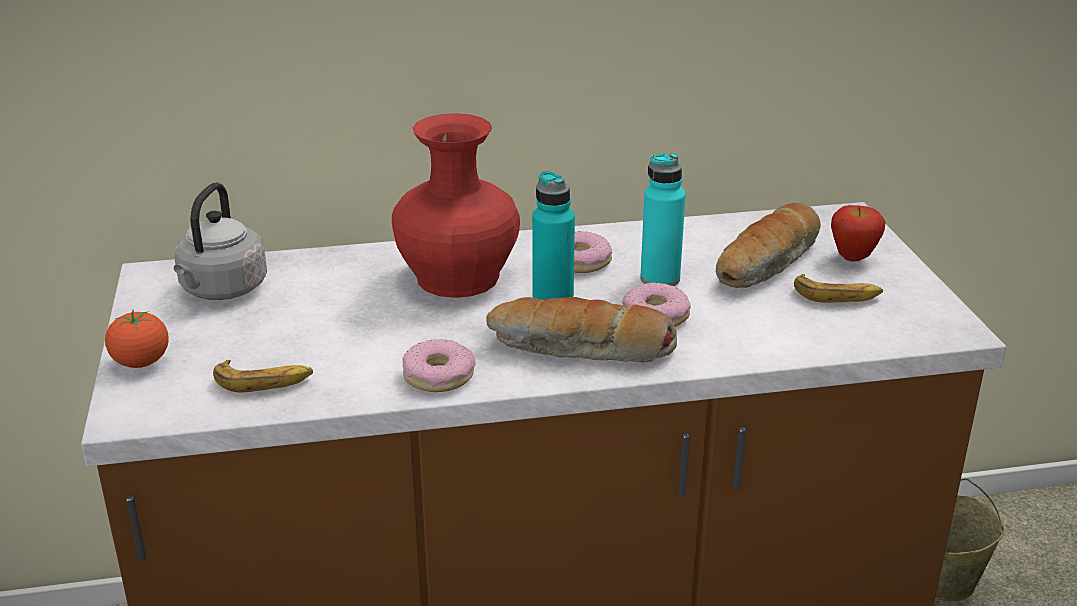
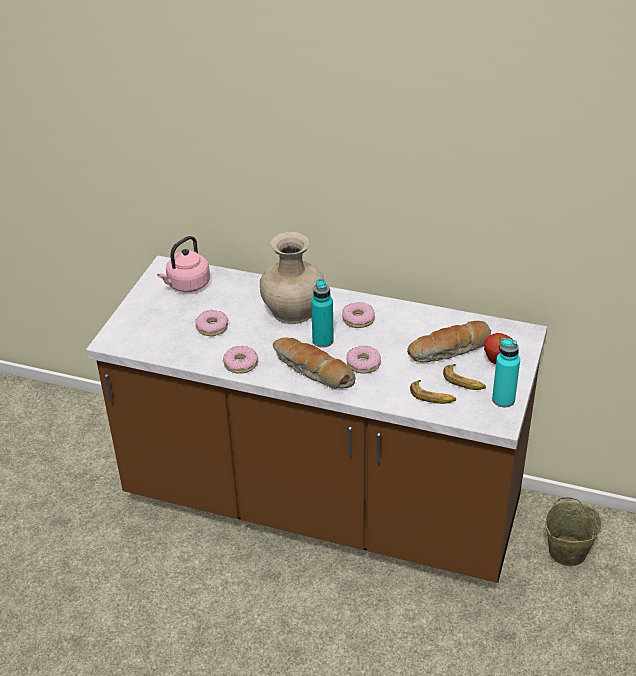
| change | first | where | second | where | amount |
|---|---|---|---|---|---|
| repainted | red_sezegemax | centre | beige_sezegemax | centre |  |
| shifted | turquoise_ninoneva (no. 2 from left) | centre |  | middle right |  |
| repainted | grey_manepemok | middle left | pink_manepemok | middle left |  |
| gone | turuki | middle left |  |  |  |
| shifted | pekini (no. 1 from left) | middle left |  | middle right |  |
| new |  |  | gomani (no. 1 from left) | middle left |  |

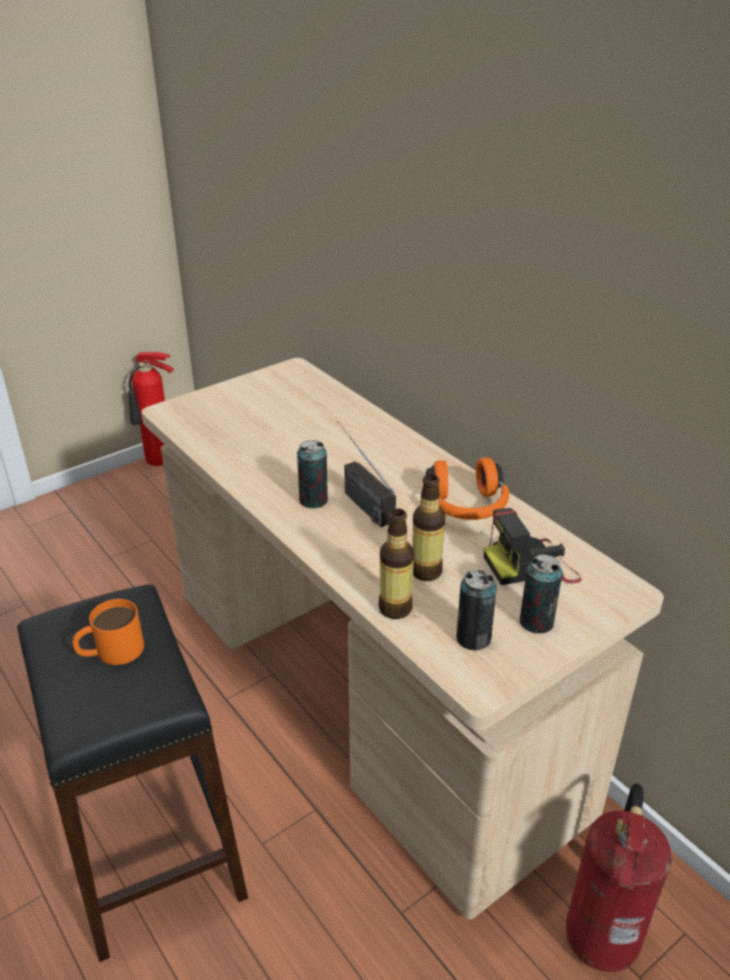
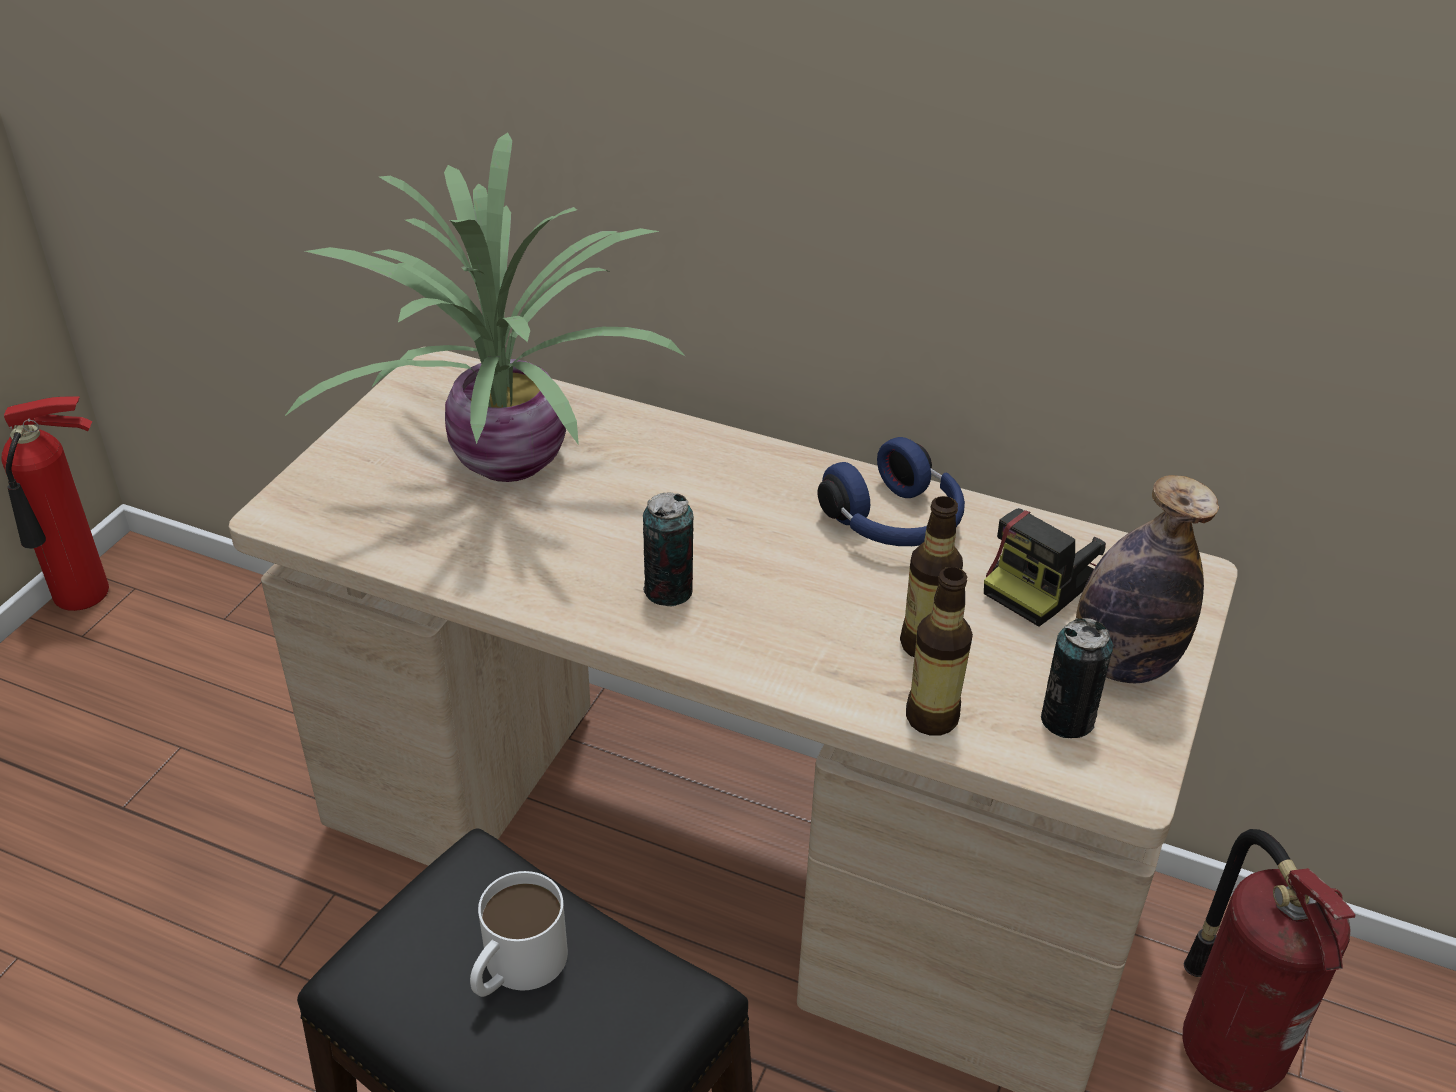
| change | first | where | second | where | amount |
|---|---|---|---|---|---|
| gone | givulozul | centre |  |  |  |
| repainted | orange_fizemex | centre | blue_fizemex | centre |  |
| swapped | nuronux (no. 3 from left) | middle right | ninoneva (no. 3 from left) | middle right |  |
| repainted | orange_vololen | middle left | white_vololen | bottom centre |  |
| new |  |  | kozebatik | top left |  |

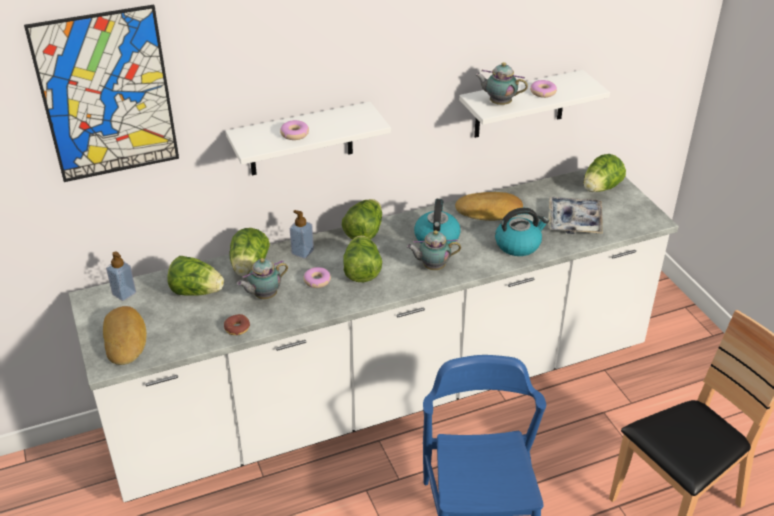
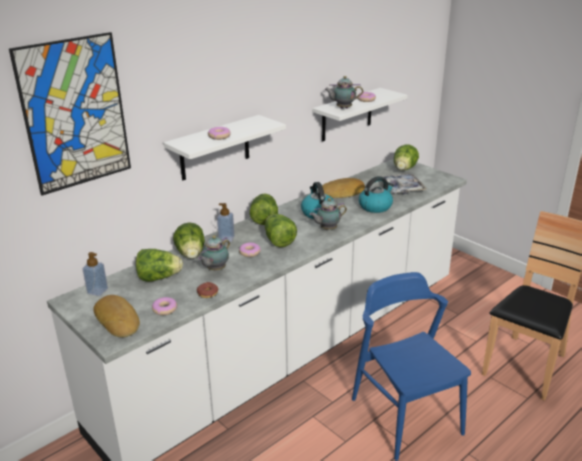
| change | first | where | second | where | amount |
|---|---|---|---|---|---|
| new |  |  | gomani (no. 1 from left) | middle left |  |

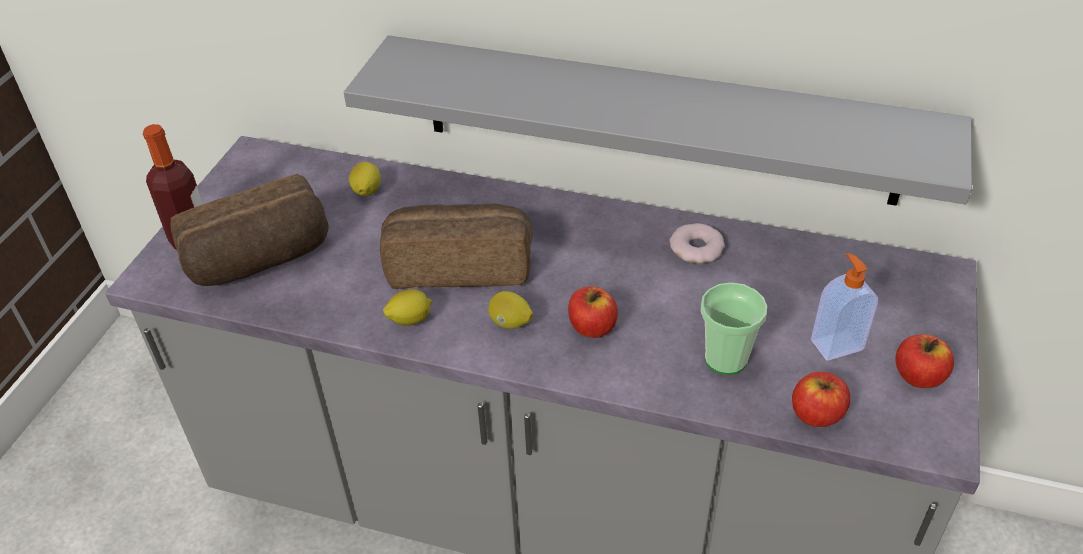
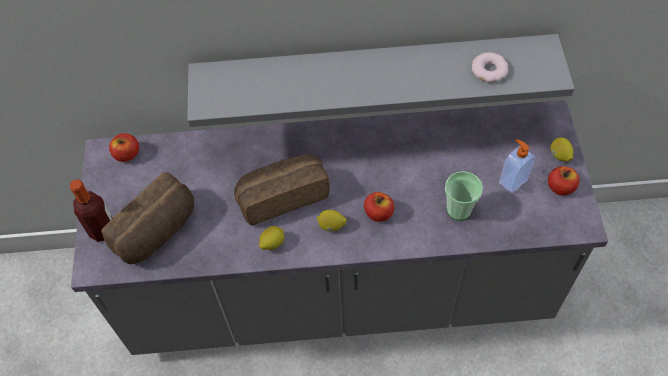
| change | first | where | second | where | amount |
|---|---|---|---|---|---|
| shifted | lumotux (no. 1 from left in the first image) | top centre | lumotux (no. 3 from left) | middle right |  |
| shifted | gomani | centre |  | top right |  |
| shifted | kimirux (no. 2 from left in the first image) | bottom right | kimirux (no. 1 from left) | middle left |  |

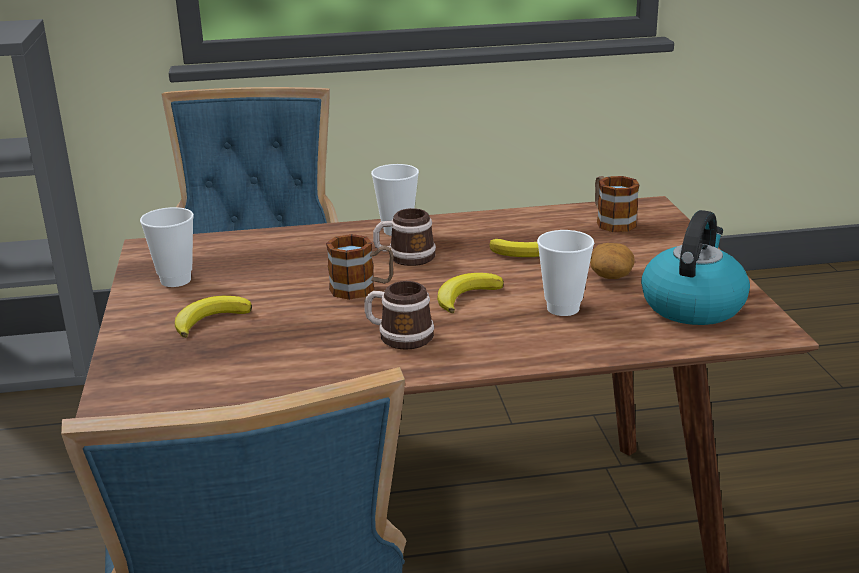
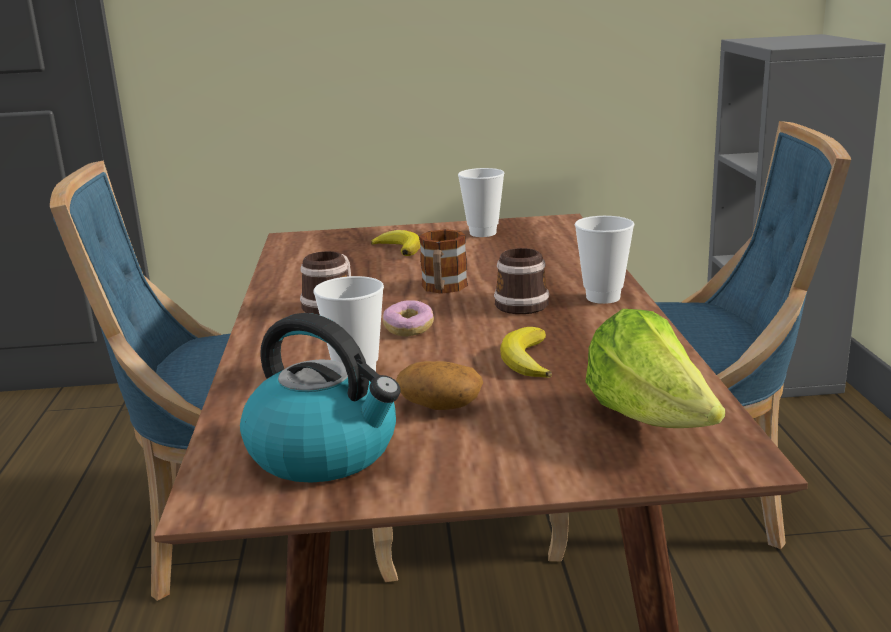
| change | first | where | second | where | amount |
|---|---|---|---|---|---|
| swapped | vololen (no. 4 from left) | middle right | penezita | middle right |  |
| swapped | pekini (no. 2 from left) | centre | gomani | centre |  |

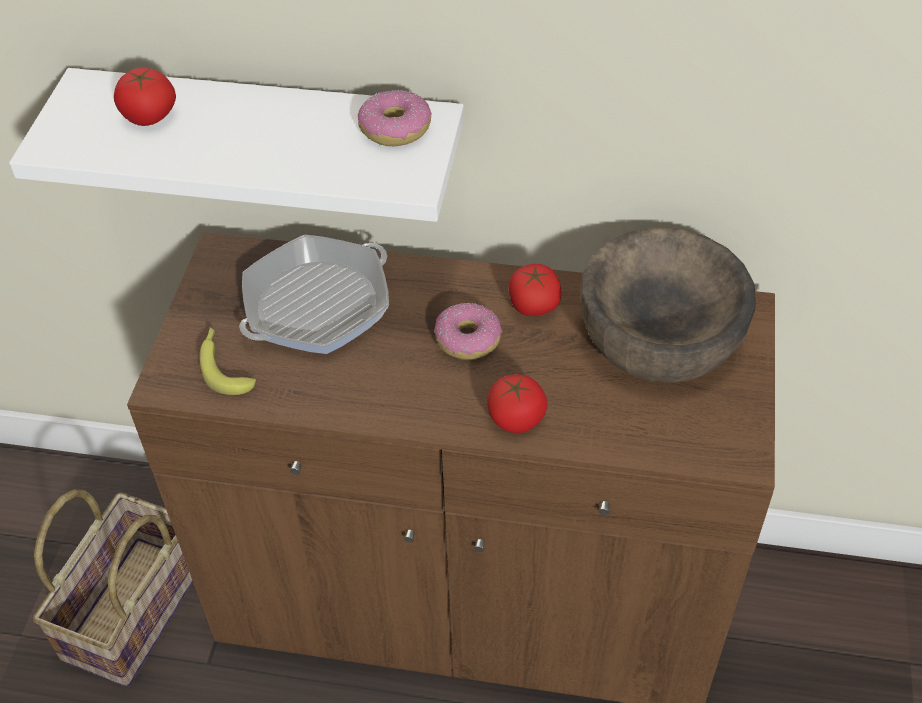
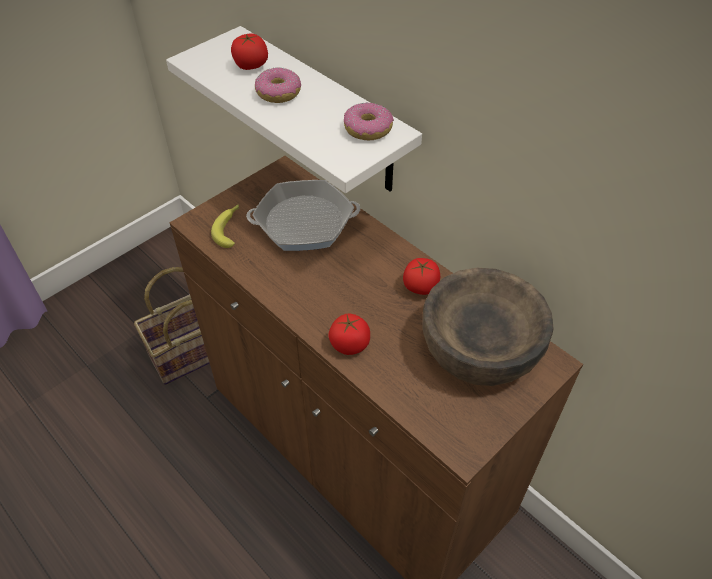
| change | first | where | second | where | amount |
|---|---|---|---|---|---|
| shifted | gomani (no. 2 from left in the first image) | centre | gomani (no. 1 from left) | top centre |  |

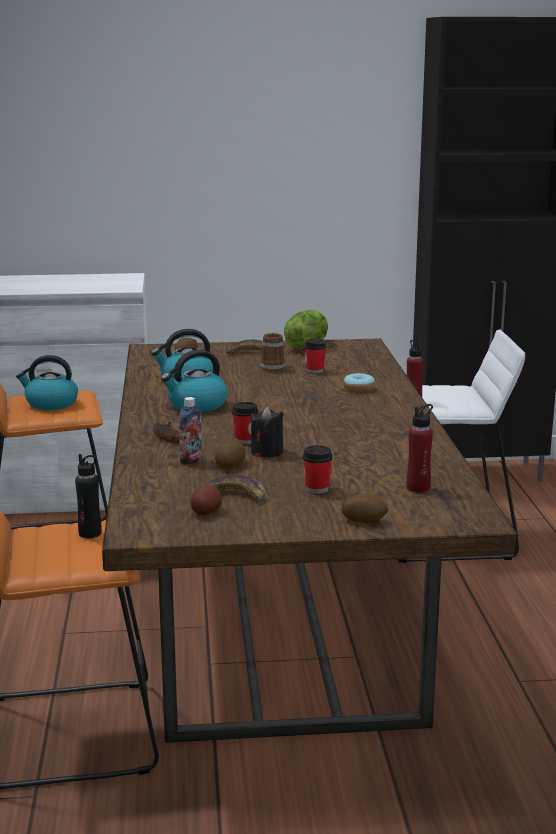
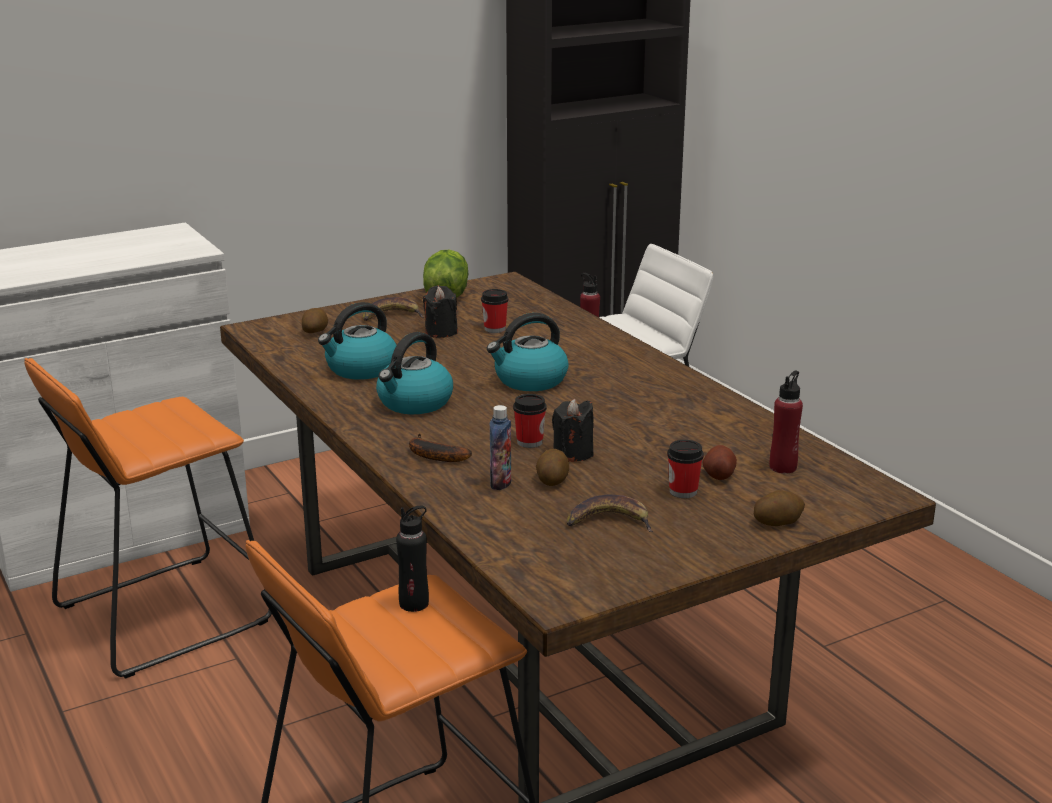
| change | first | where | second | where | amount |
|---|---|---|---|---|---|
| swapped | vololen | centre | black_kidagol (no. 1 from left) | centre |  |
| shifted | manepemok (no. 1 from left in the first image) | middle left | manepemok (no. 3 from left) | centre |  |
| gone | gomani | centre |  |  |  |
| shifted | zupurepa (no. 2 from left in the first image) | centre | zupurepa (no. 3 from left) | middle right |  |

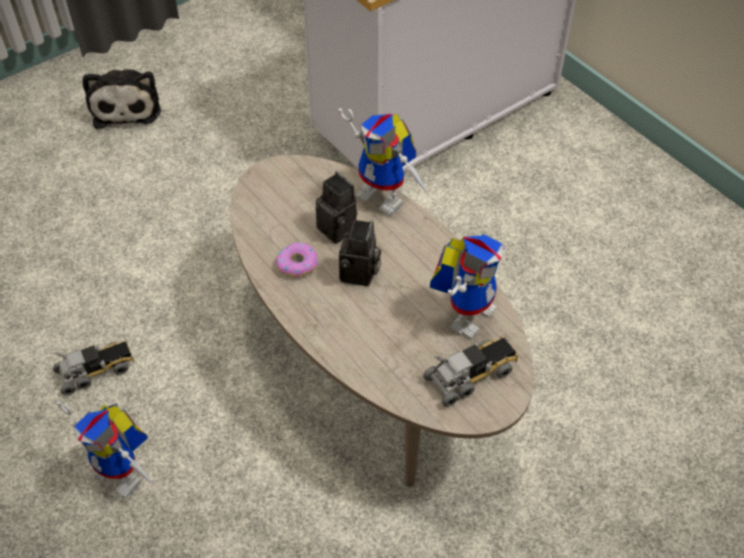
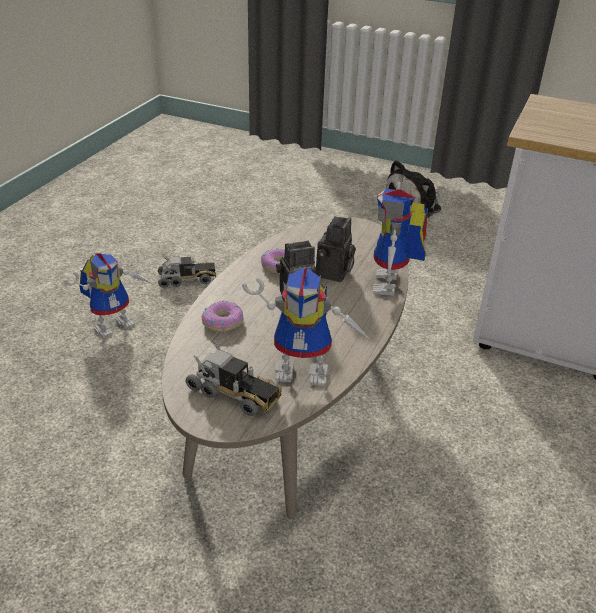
| change | first | where | second | where | amount |
|---|---|---|---|---|---|
| rotated | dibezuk (no. 1 from left) | middle left |  | middle left | 45 degrees counterclockwise |
| rotated | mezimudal (no. 1 from left) | bottom left |  | middle left | 135 degrees counterclockwise |
| new |  |  | gomani (no. 1 from left) | centre |  |

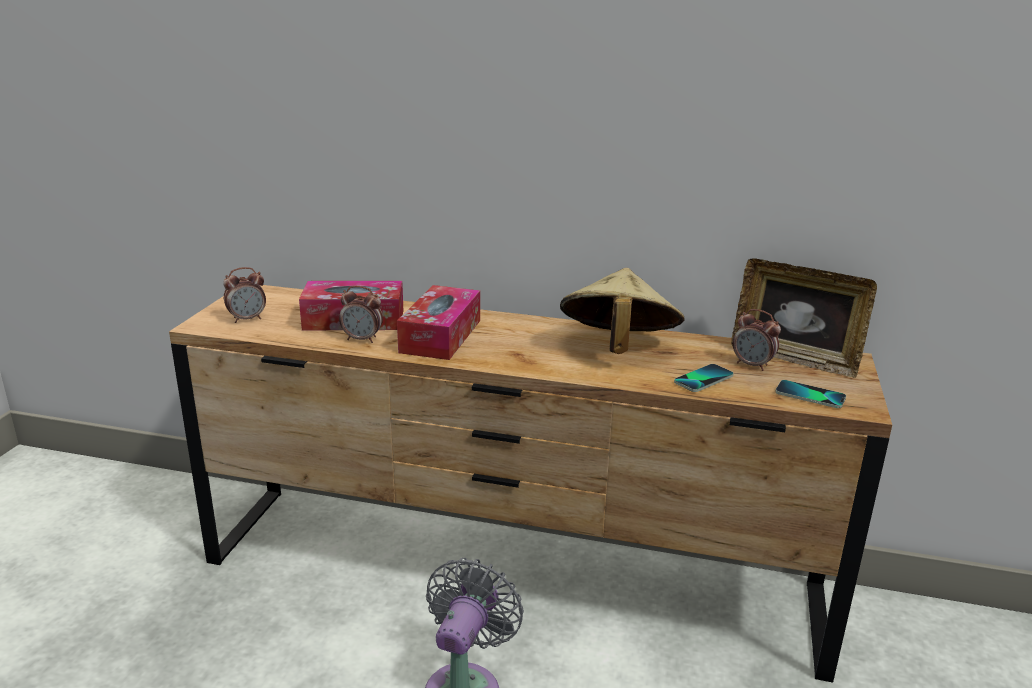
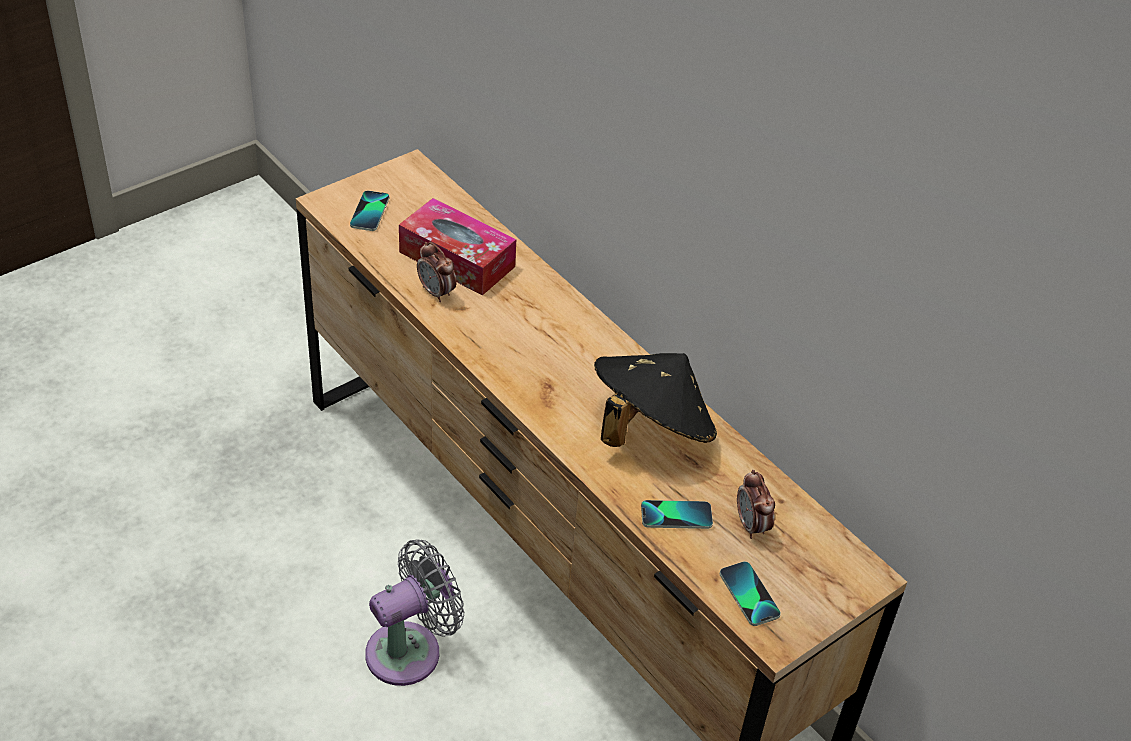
| change | first | where | second | where | amount |
|---|---|---|---|---|---|
| gone | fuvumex | middle right |  |  |  |
| swapped | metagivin (no. 1 from left) | middle left | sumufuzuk (no. 1 from left) | top left |  |
| repainted | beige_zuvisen | centre | black_zuvisen | centre |  |
| gone | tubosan (no. 2 from left) | centre |  |  |  |

